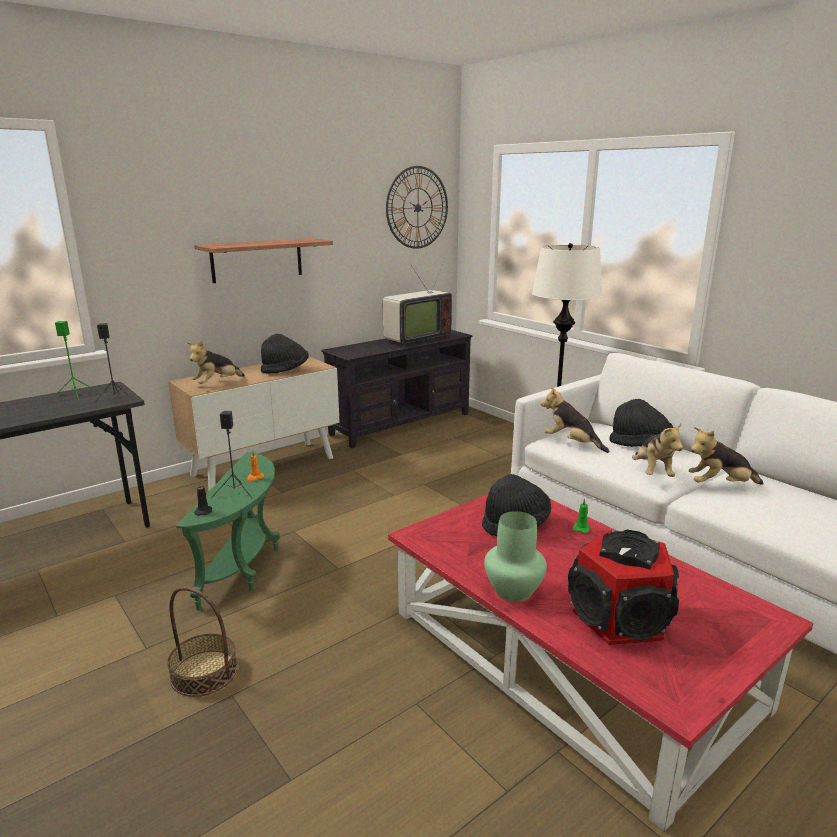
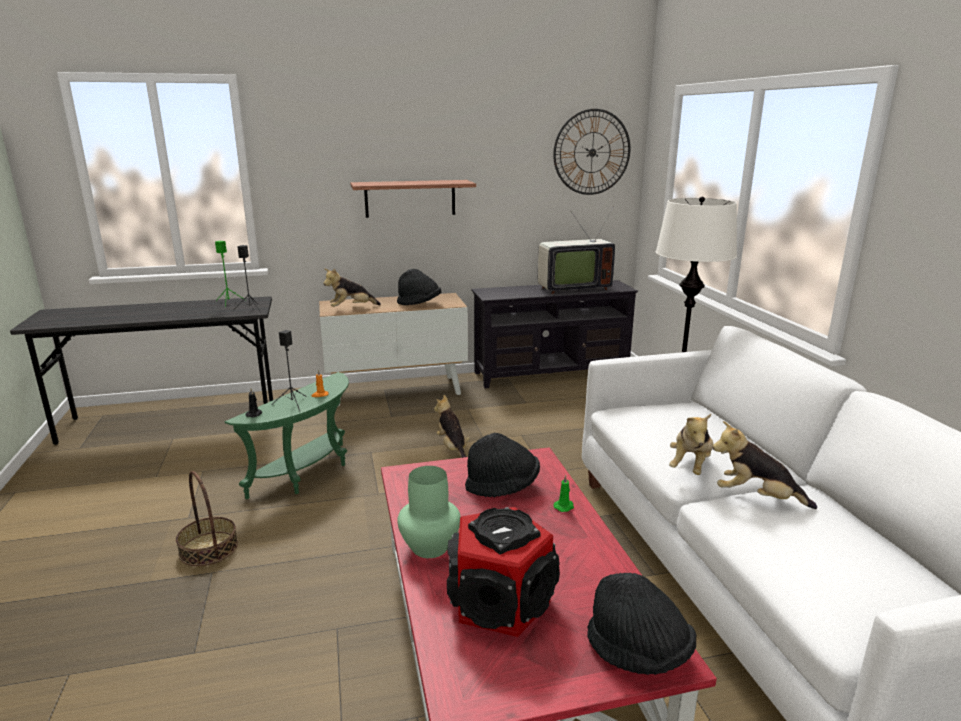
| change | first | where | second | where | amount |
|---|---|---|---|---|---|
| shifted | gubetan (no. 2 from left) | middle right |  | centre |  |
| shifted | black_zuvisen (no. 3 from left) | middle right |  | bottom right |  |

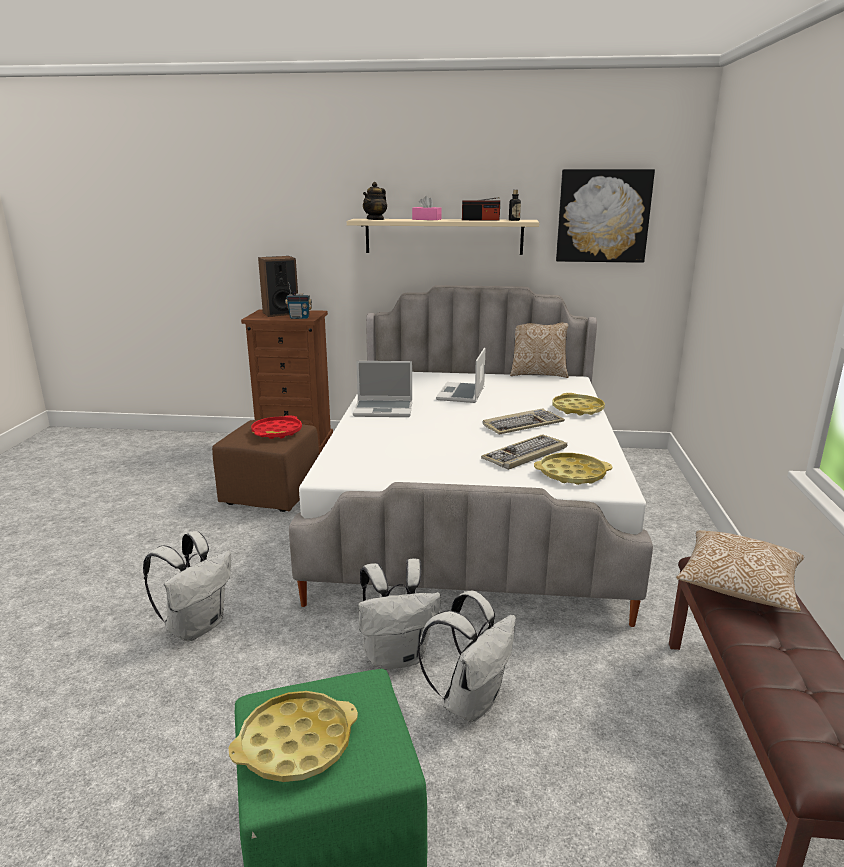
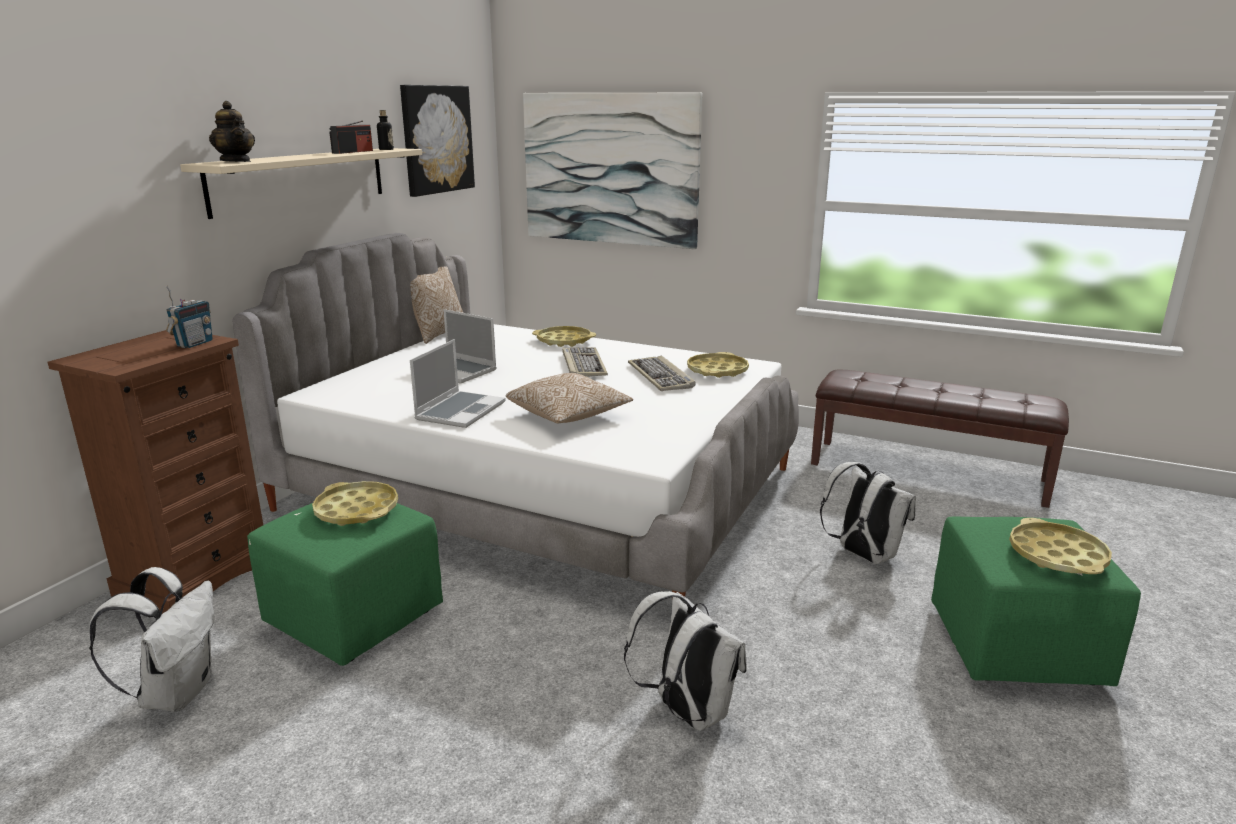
| change | first | where | second | where | amount |
|---|---|---|---|---|---|
| gone | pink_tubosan | top centre |  |  |  |
| gone | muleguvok | top left |  |  |  |
| repainted | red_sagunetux | middle left | yellow_sagunetux (no. 1 from left) | middle left |  |
| repainted | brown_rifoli | middle left | green_rifoli (no. 1 from left) | bottom left |  |
| shifted | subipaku (no. 2 from left) | middle right |  | centre |  |
| shifted | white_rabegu (no. 2 from left in the first image) | bottom centre | white_rabegu (no. 1 from left) | bottom left |  |
| new |  |  | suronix (no. 2 from left) | top centre |  |

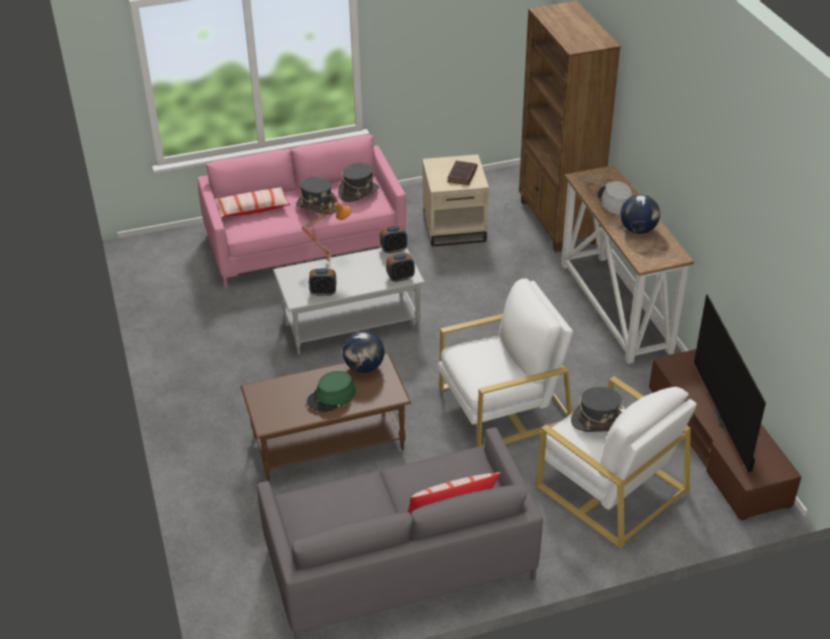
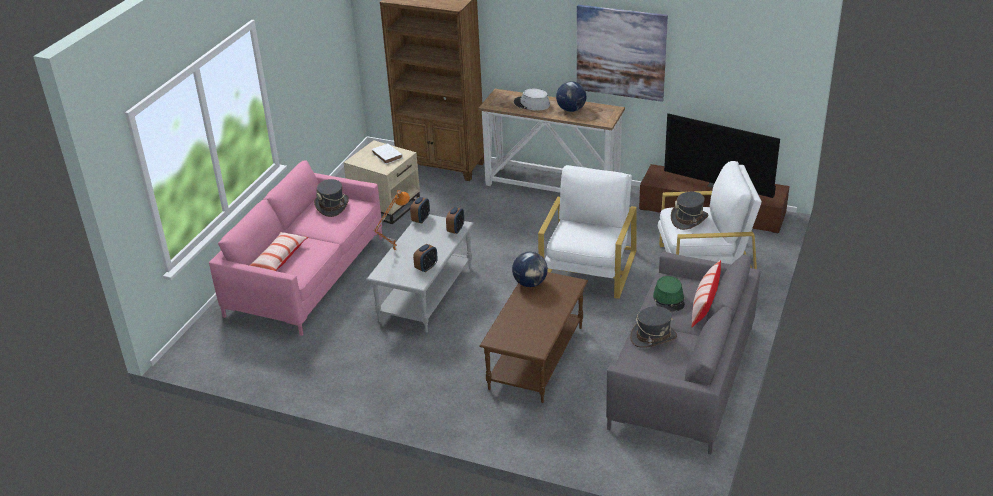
| change | first | where | second | where | amount |
|---|---|---|---|---|---|
| repainted | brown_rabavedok | top centre | white_rabavedok | top centre |  |
| shifted | grey_zuvisen (no. 1 from left in the first image) | top centre | grey_zuvisen (no. 3 from left) | centre |  |
| shifted | green_zuvisen | centre |  | middle right |  |
| new |  |  | suronix | top centre |  |

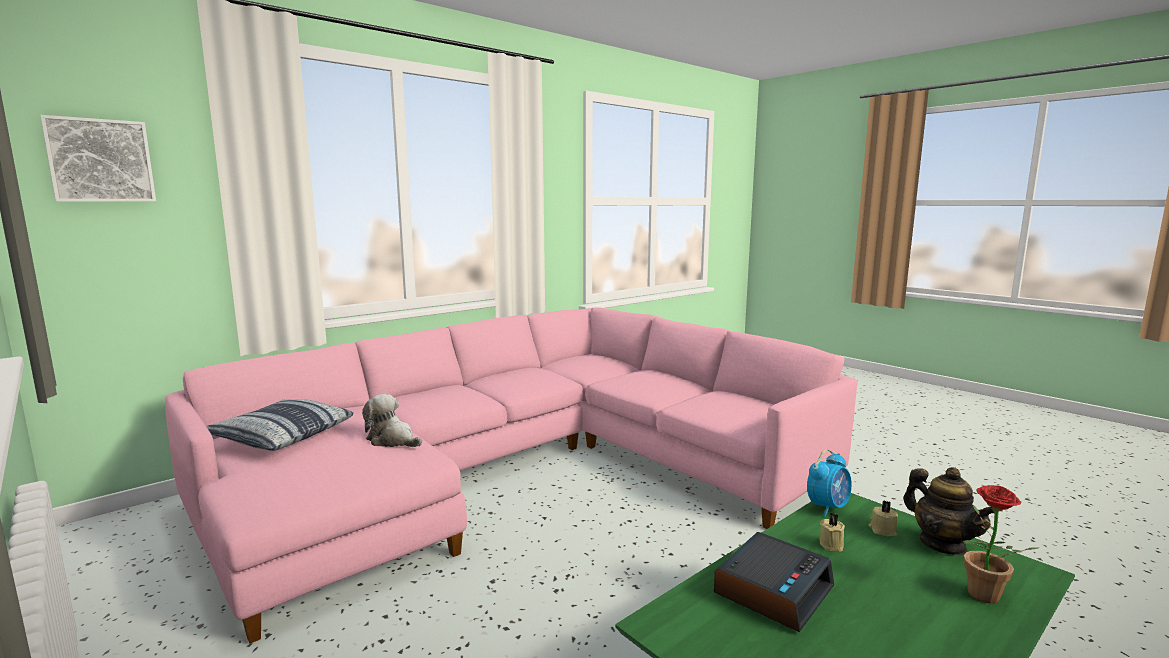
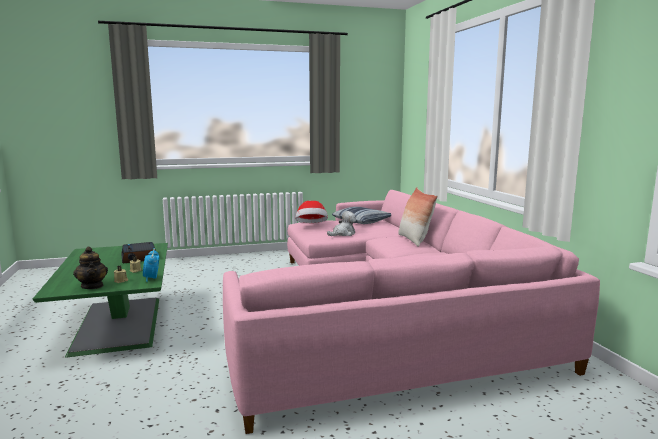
| change | first | where | second | where | amount |
|---|---|---|---|---|---|
| gone | suronix | top left |  |  |  |
| rotated | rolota | bottom right |  | middle left | 120 degrees counterclockwise |
| gone | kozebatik | bottom right |  |  |  |
| new |  |  | subipaku (no. 2 from left) | centre |  |
| new |  |  | zuvisen | centre |  |

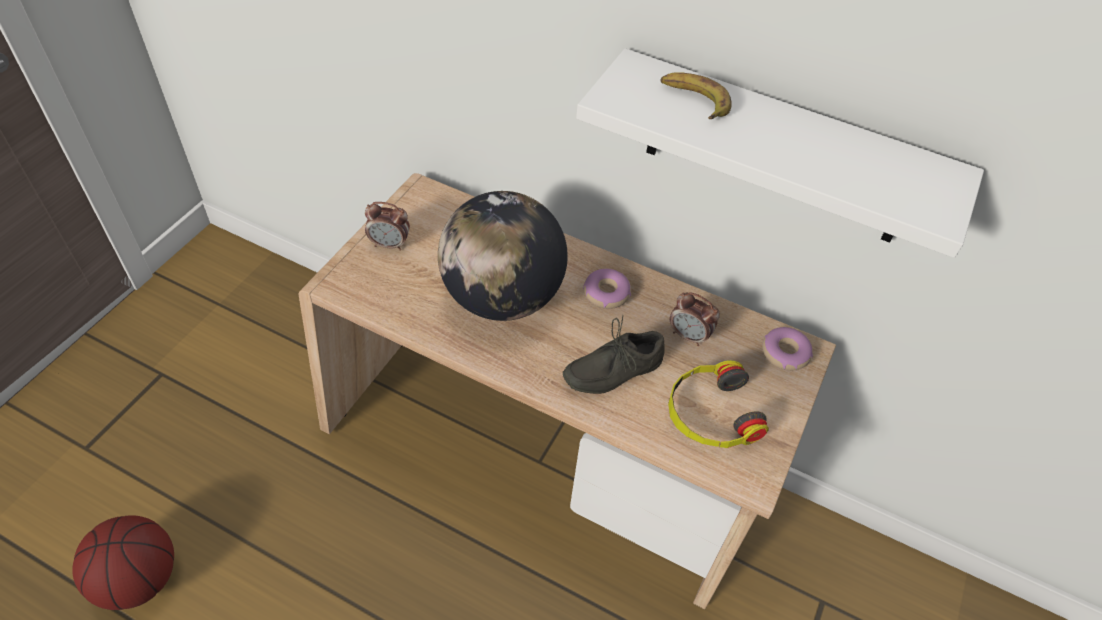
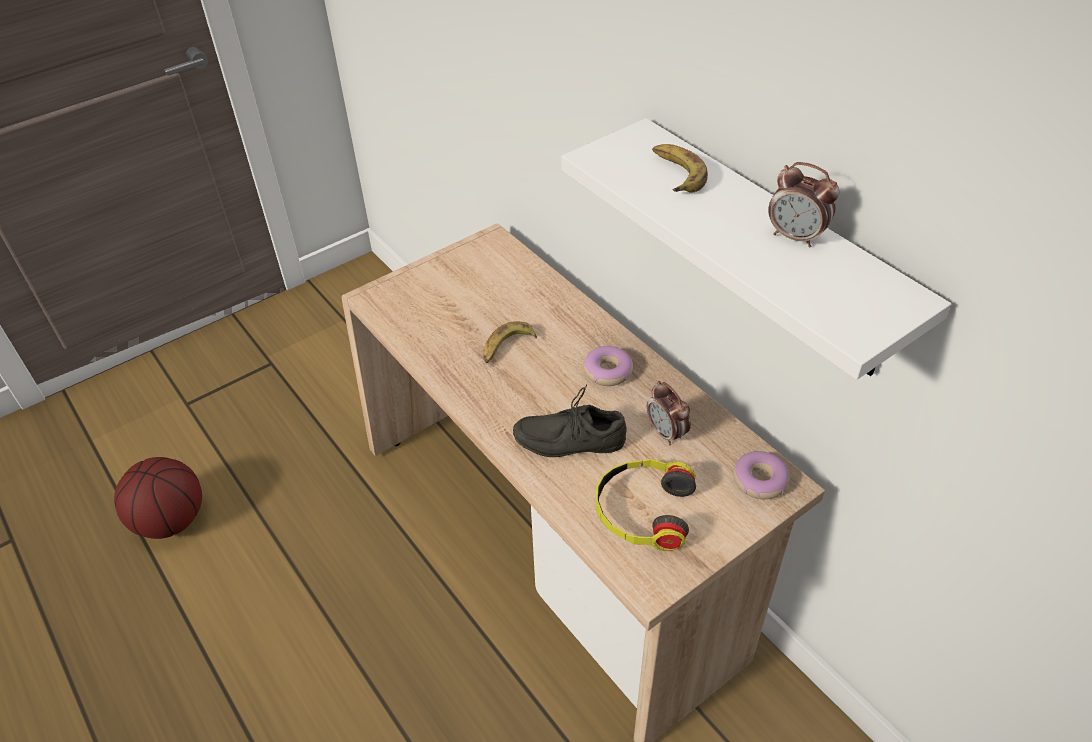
| change | first | where | second | where | amount |
|---|---|---|---|---|---|
| swapped | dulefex | centre | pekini (no. 1 from left) | centre |  |
| shifted | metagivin (no. 1 from left in the first image) | centre | metagivin (no. 2 from left) | top right |  |

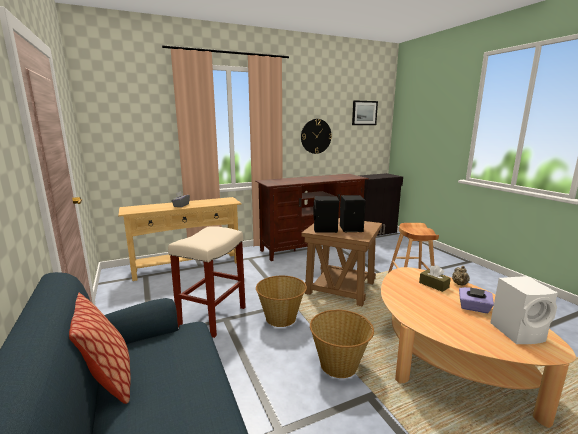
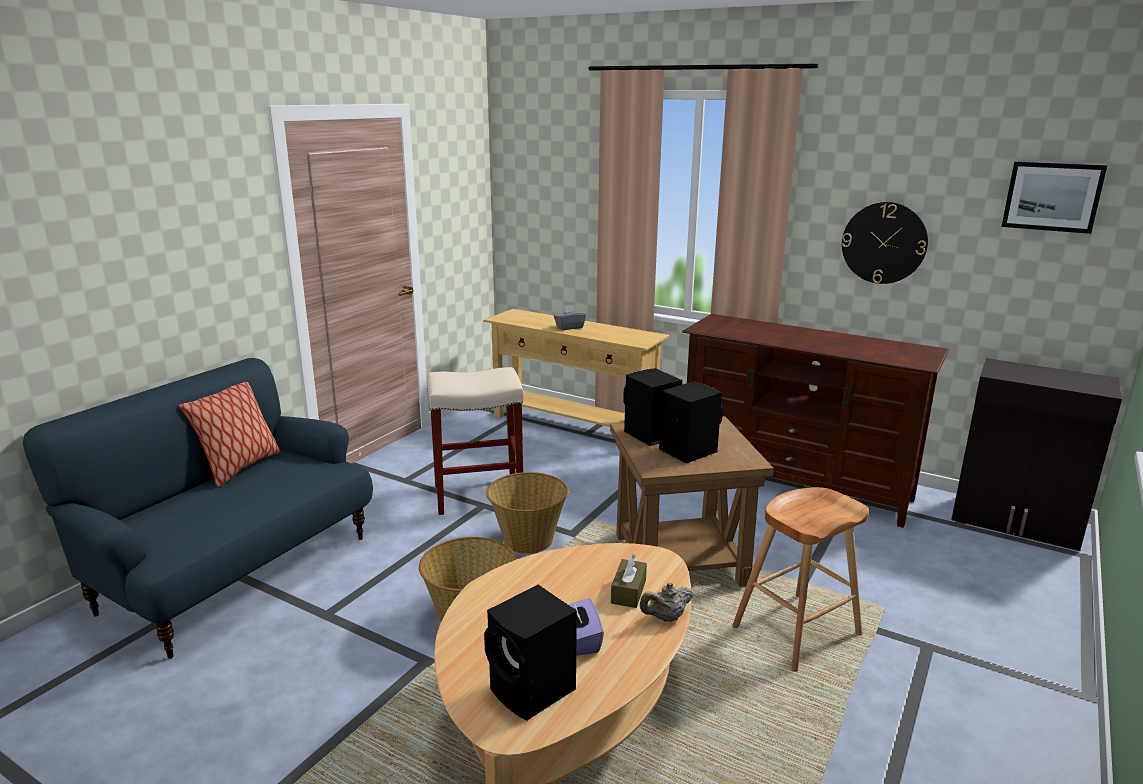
| change | first | where | second | where | amount |
|---|---|---|---|---|---|
| repainted | white_muleguvok | bottom right | black_muleguvok (no. 1 from left) | bottom centre |  |

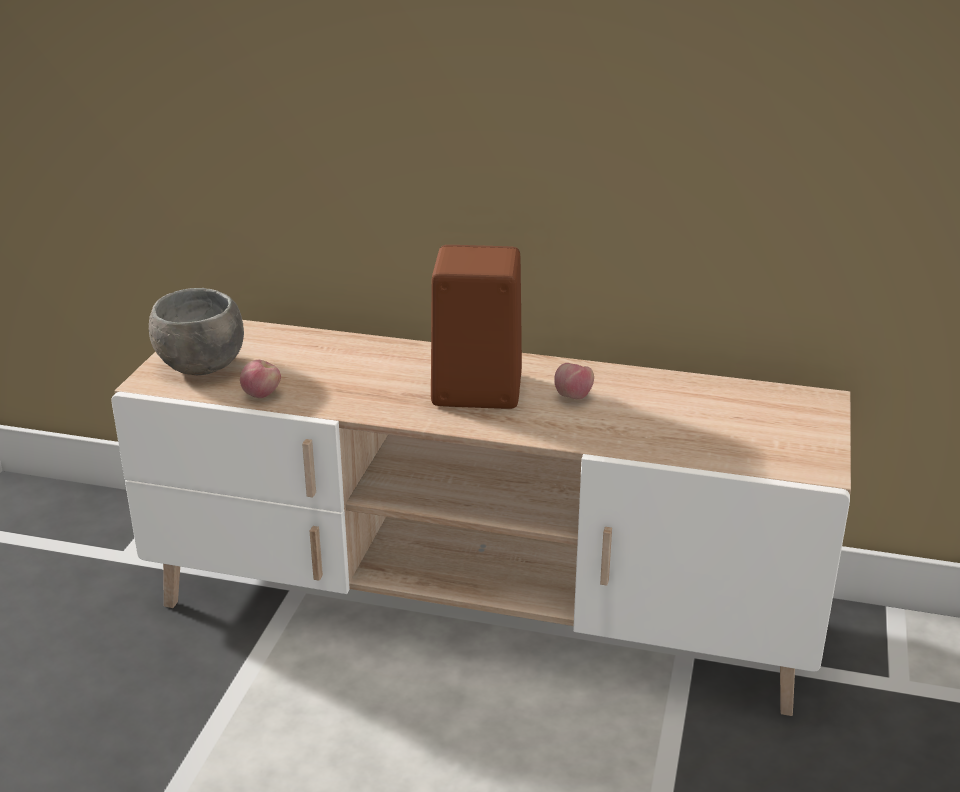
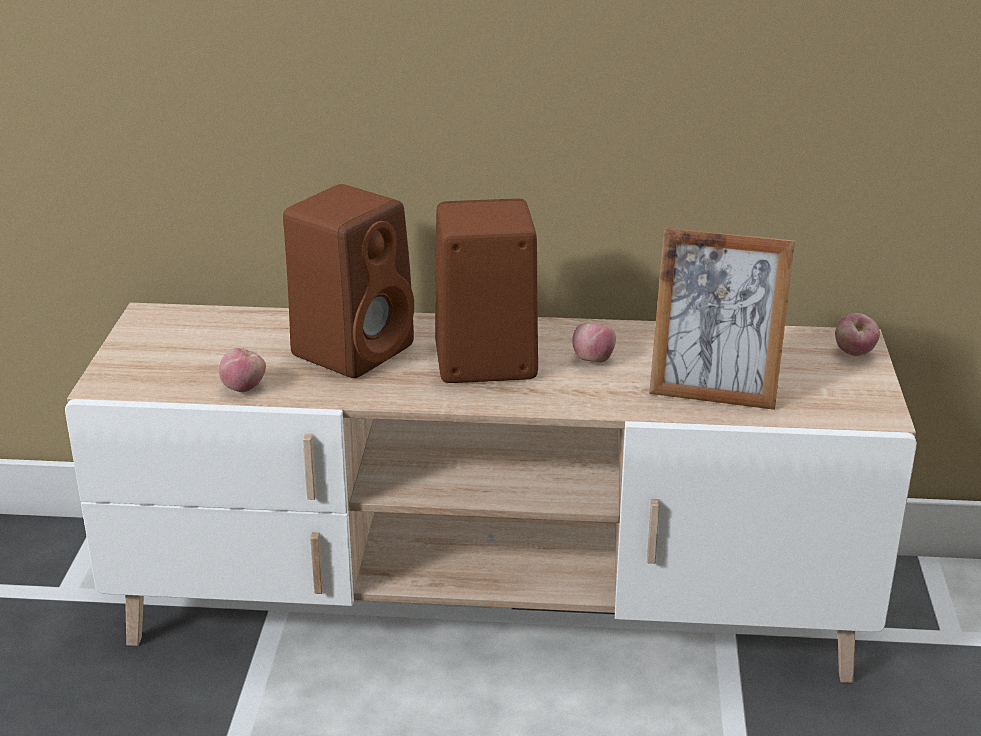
| change | first | where | second | where | amount |
|---|---|---|---|---|---|
| gone | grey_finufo | middle left |  |  |  |
| new |  |  | brown_muleguvok (no. 1 from left) | centre |  |
| new |  |  | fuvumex | middle right |  |
| new |  |  | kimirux (no. 3 from left) | middle right |  |

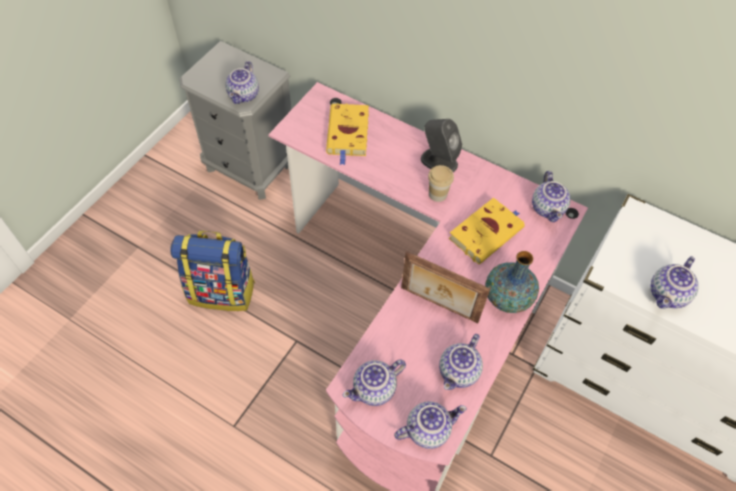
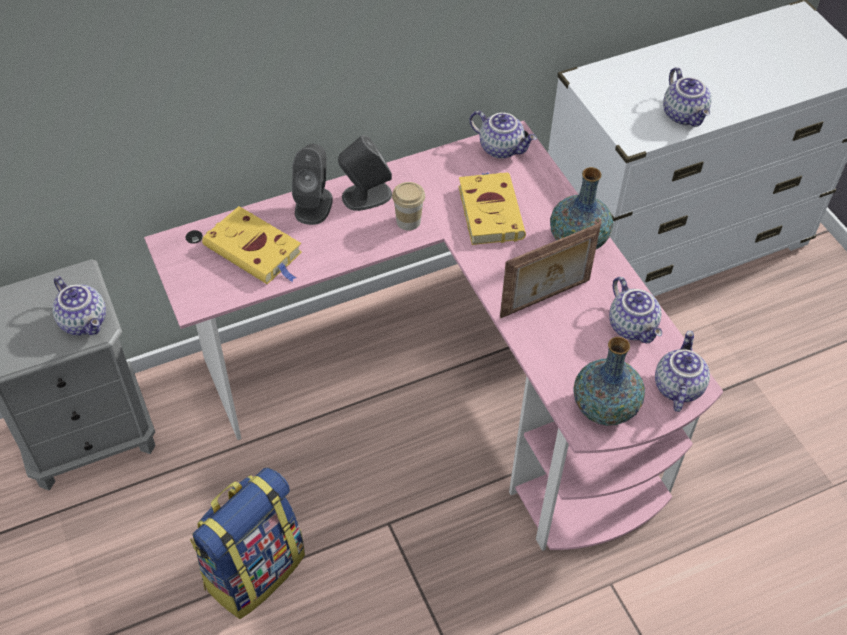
| change | first | where | second | where | amount |
|---|---|---|---|---|---|
| swapped | rolota (no. 2 from left) | bottom centre | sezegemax (no. 2 from left) | middle right |  |
| new |  |  | grey_muleguvok (no. 1 from left) | top centre |  |

